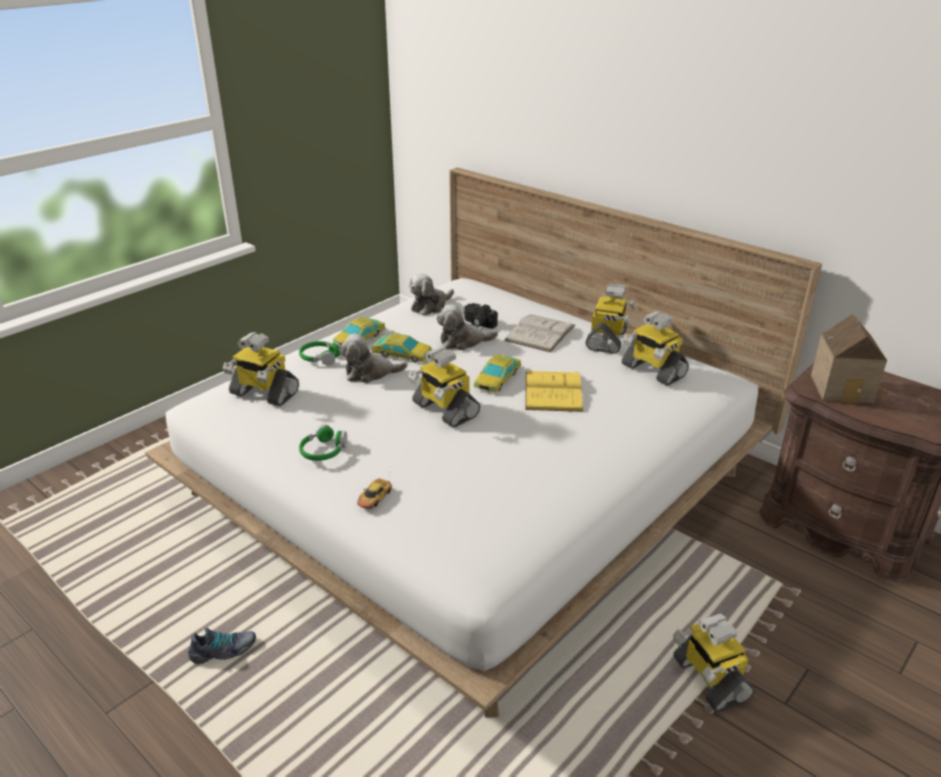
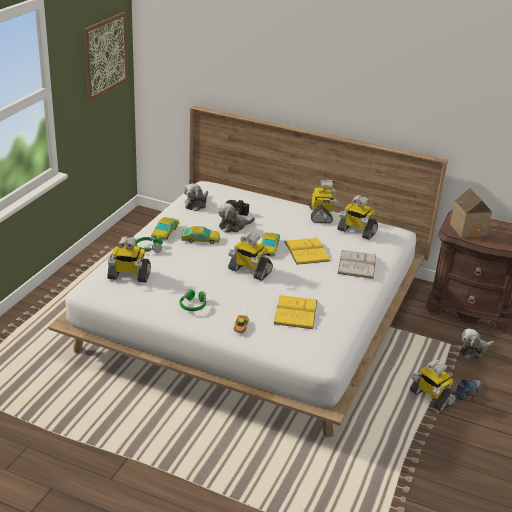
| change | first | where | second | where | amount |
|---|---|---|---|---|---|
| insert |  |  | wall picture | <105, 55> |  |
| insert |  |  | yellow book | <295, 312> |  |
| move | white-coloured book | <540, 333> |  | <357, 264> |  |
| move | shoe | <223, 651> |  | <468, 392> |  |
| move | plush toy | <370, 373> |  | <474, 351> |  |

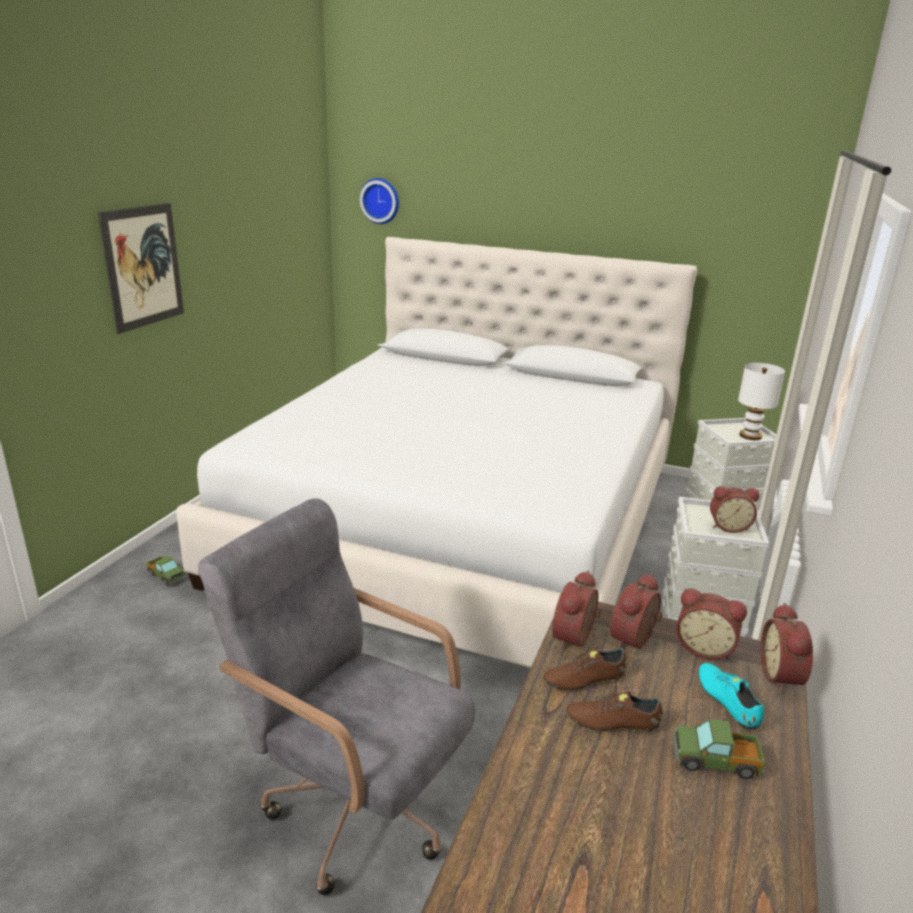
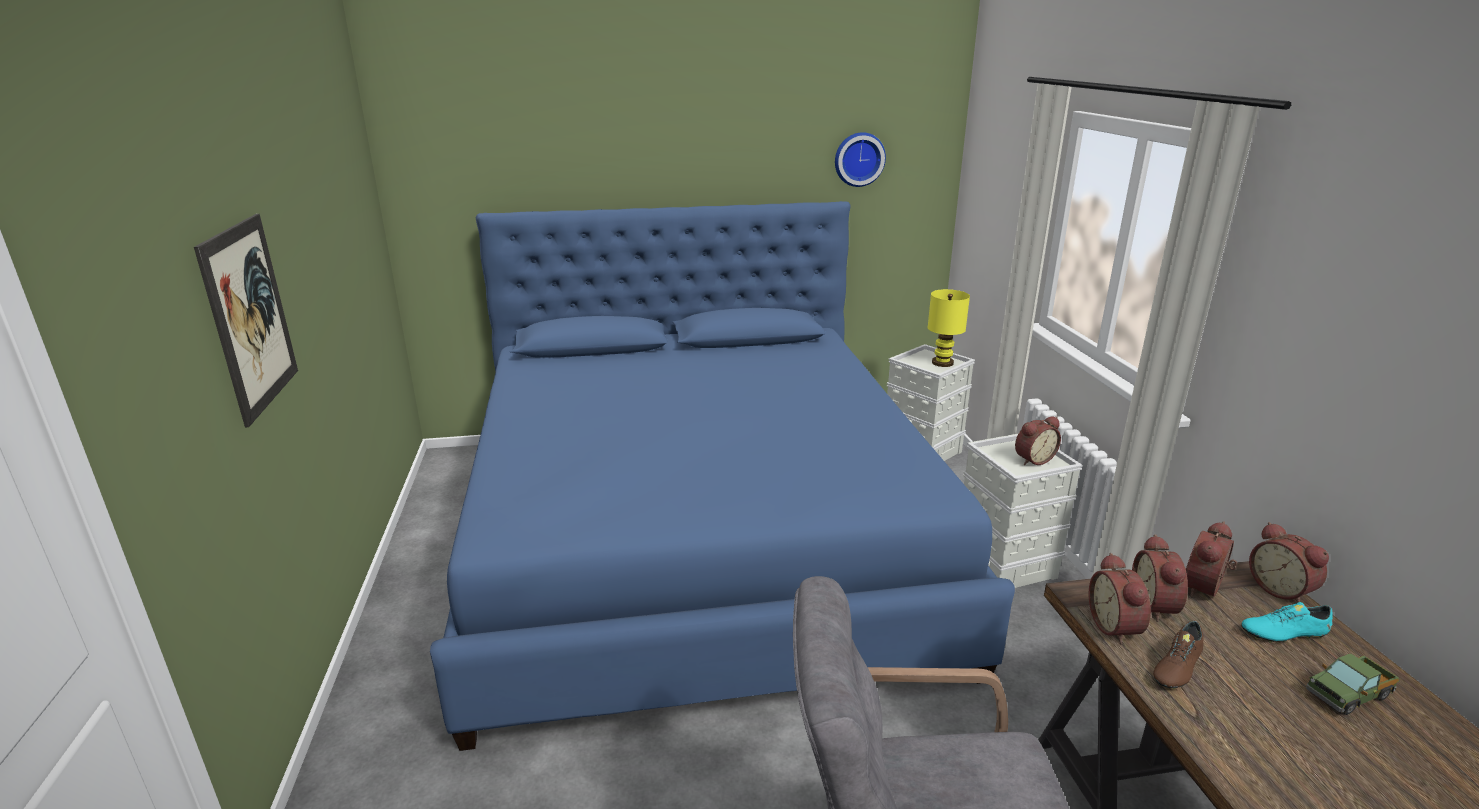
| change | first | where | second | where | amount |
|---|---|---|---|---|---|
| recolor | white-coloured sleeping bed | <461, 523> | blue sleeping bed | <699, 538> |  |
| move | wall clock | <381, 200> |  | <858, 159> |  |
| recolor | white-coloured table lamp | <750, 436> | yellow table lamp | <942, 363> |  |
| rotate | bedside clock | <704, 647> |  | <1205, 589> | 135 degrees clockwise |
| rotate | turquoise shoe | <727, 702> |  | <1283, 633> | 45 degrees counterclockwise |
| delete | toy lorry | <166, 576> |  |  |  |
| delete | brownish shoe | <612, 723> |  |  |  |

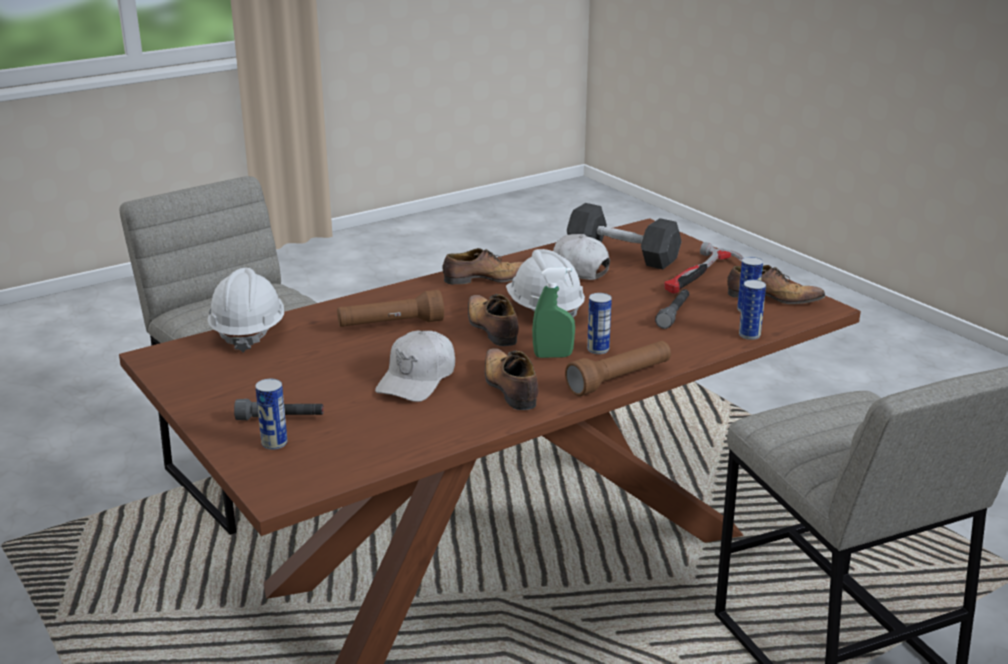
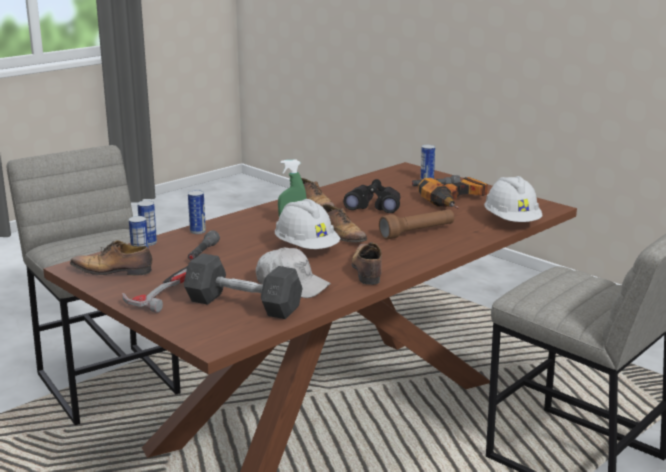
| change | first | where | second | where | amount |
|---|---|---|---|---|---|
| move | metal can | <598, 349> |  | <197, 231> |  |
| replace | white-coloured peaked cap | <417, 379> | black field glasses | <373, 206> |  |
| rotate | shoe | <486, 279> |  | <366, 270> | 105 degrees clockwise |
| insert |  |  | drill | <456, 202> |  |
| delete | brownish hand torch | <620, 379> |  |  |  |

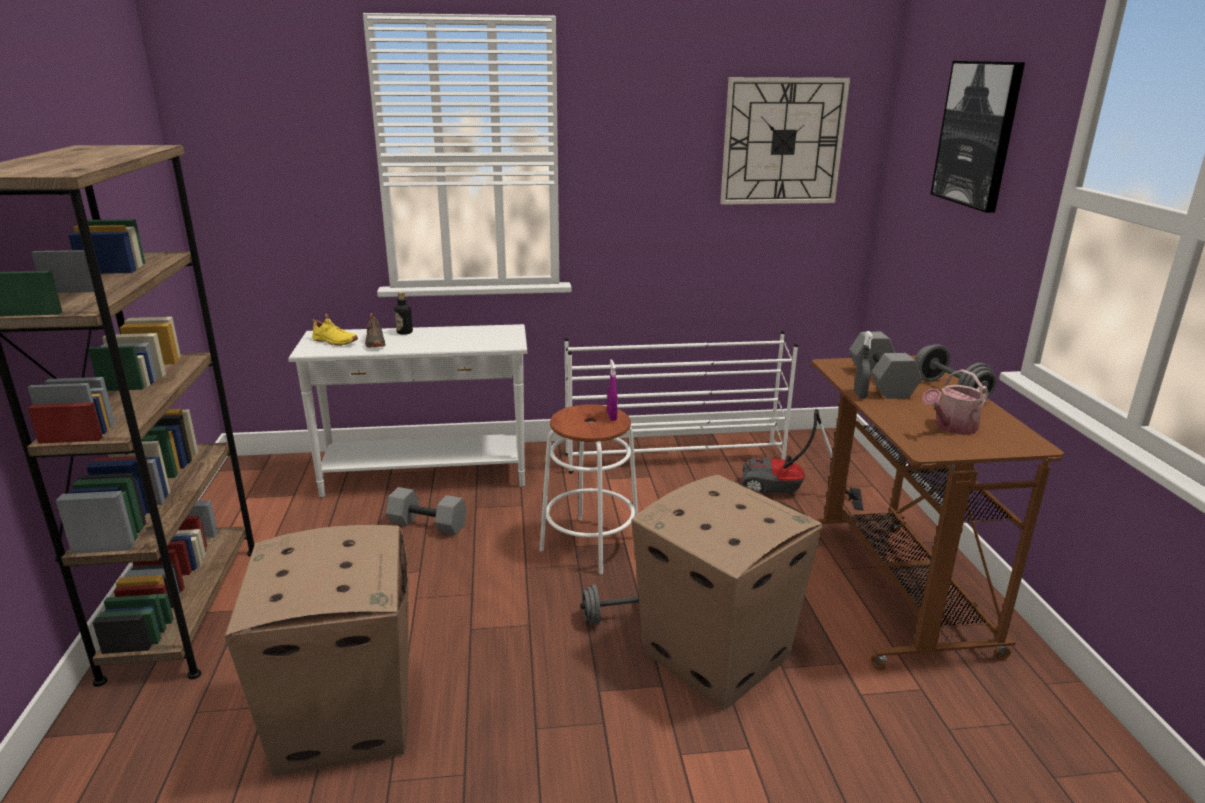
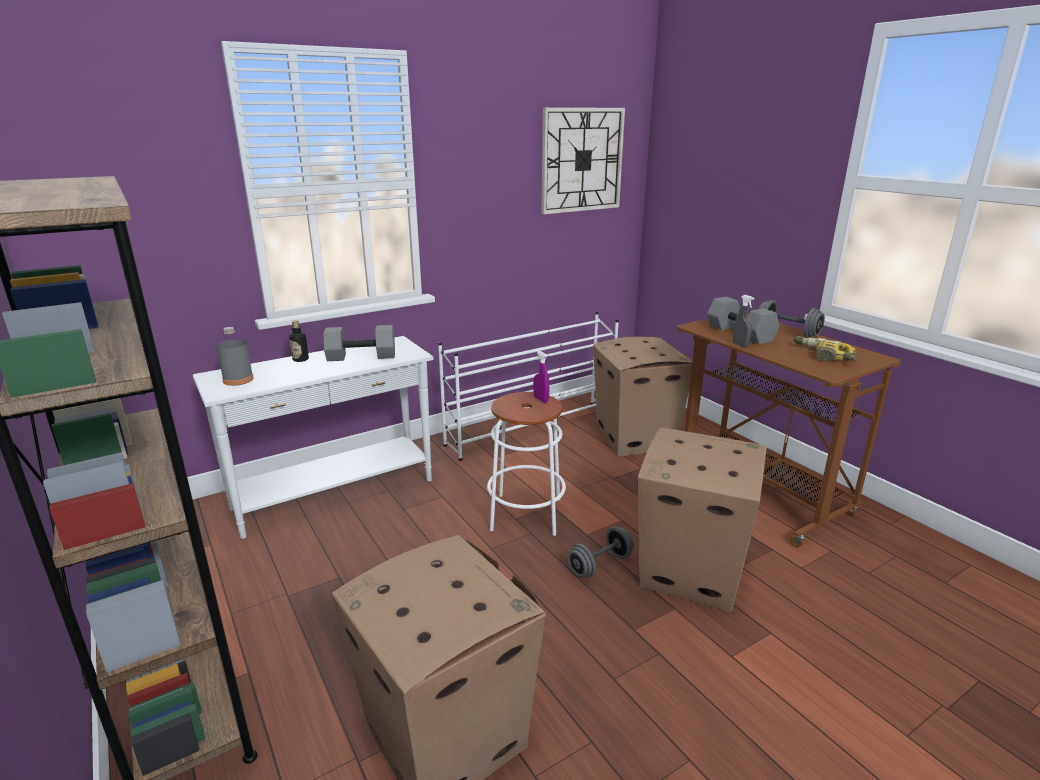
| change | first | where | second | where | amount |
|---|---|---|---|---|---|
| replace | yellow shoe | <334, 342> | gray drink bottle | <238, 380> |  |
| move | gray dumbbell | <429, 524> |  | <362, 356> |  |
| replace | hoover | <788, 494> | cardboard box | <635, 437> |  |
| replace | sprinkling can | <951, 427> | drill | <822, 356> |  |
| delete | black shoe | <374, 343> |  |  |  |
| delete | wall picture | <977, 134> |  |  |  |

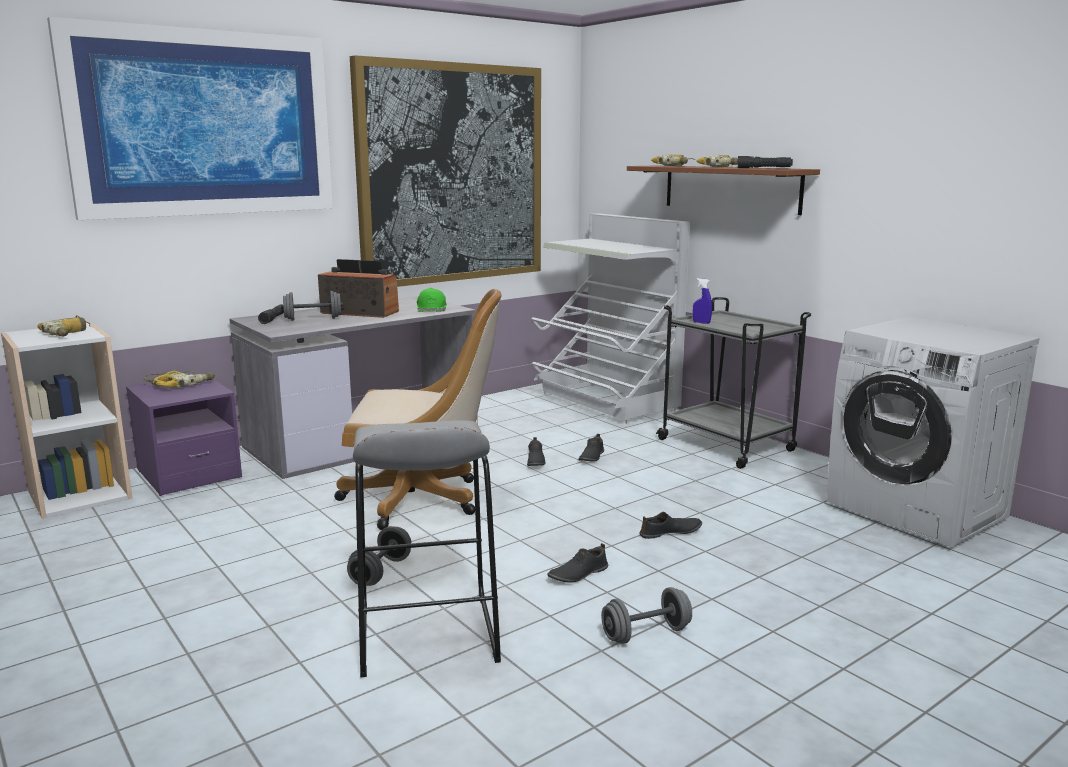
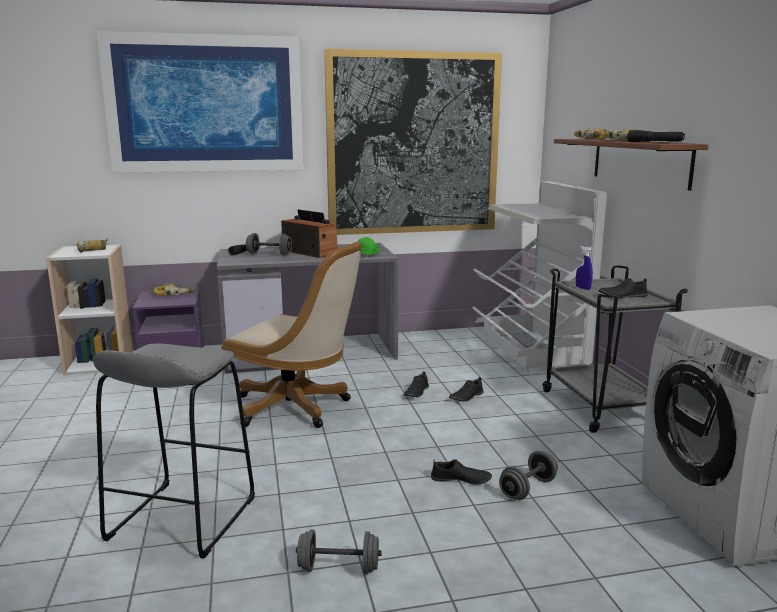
| change | first | where | second | where | amount |
|---|---|---|---|---|---|
| move | gray dumbbell | <381, 572> |  | <528, 489> |  |
| move | black shoe | <578, 574> |  | <622, 296> |  |

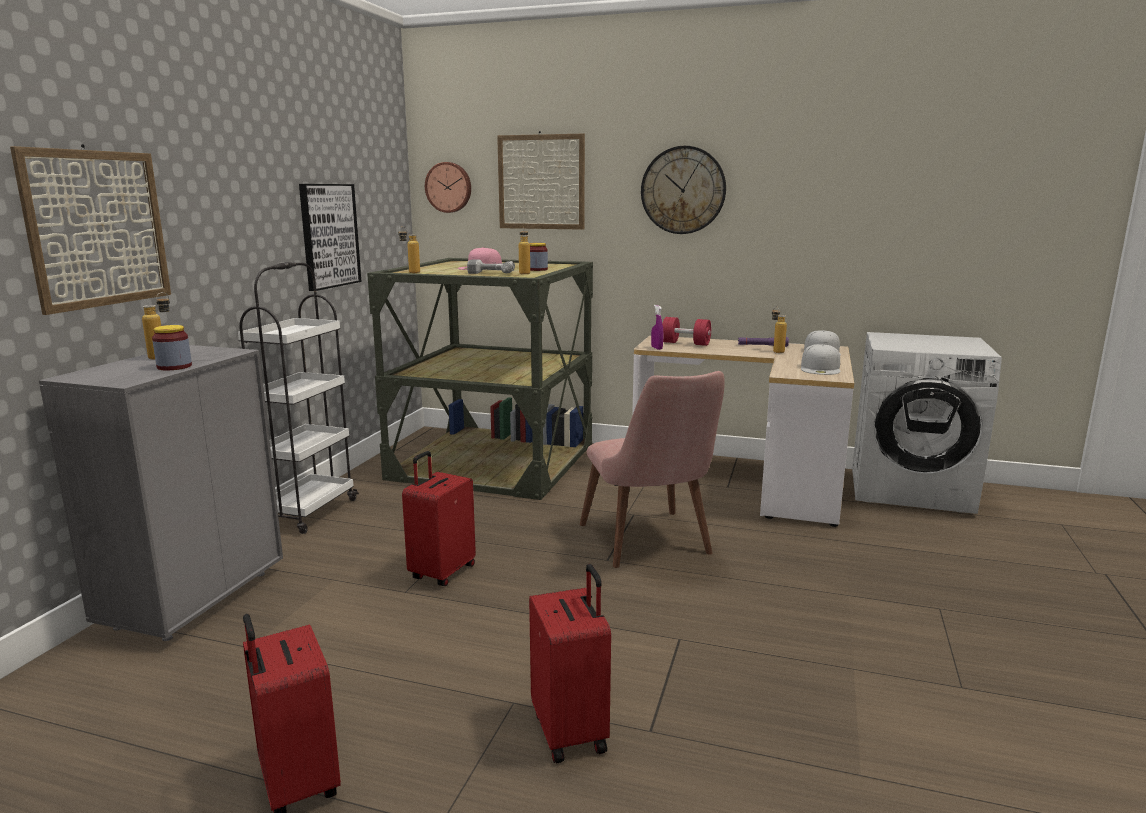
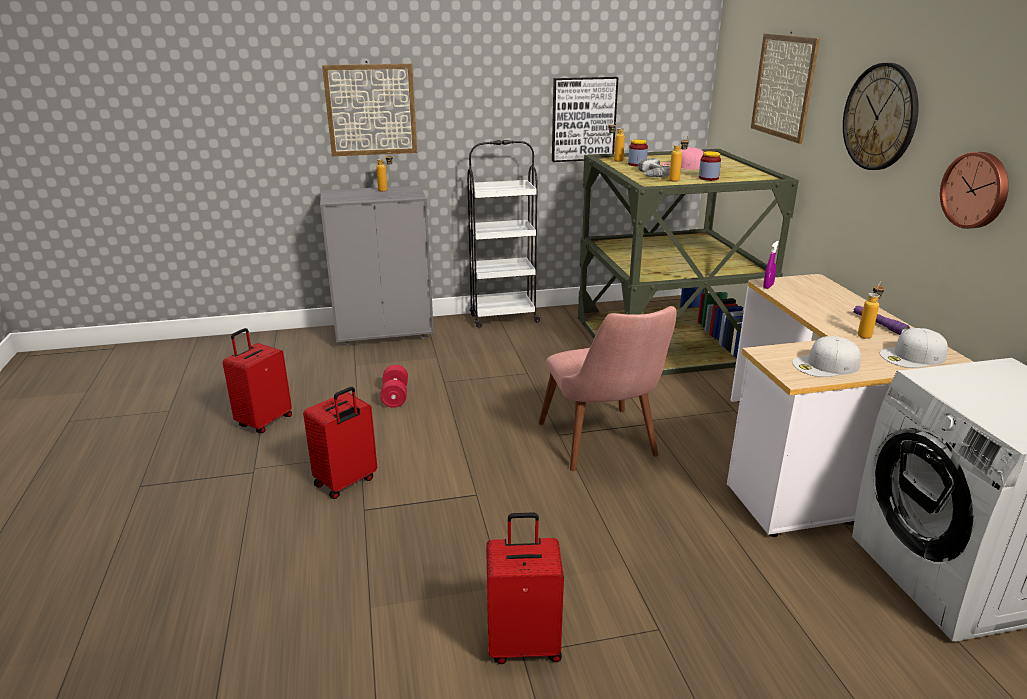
| change | first | where | second | where | amount |
|---|---|---|---|---|---|
| move | red dumbbell | <685, 343> |  | <395, 396> |  |
| move | red piece of luggage | <441, 572> |  | <524, 643> |  |
| rotate | pink chair | <652, 545> |  | <604, 447> | 60 degrees counterclockwise |
| move | storage jar | <174, 367> |  | <637, 164> |  |
| move | wall clock | <449, 187> |  | <976, 190> |  |

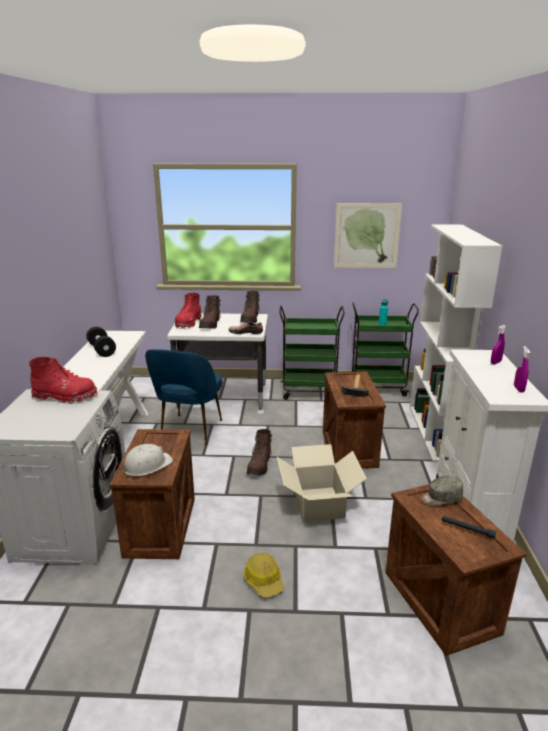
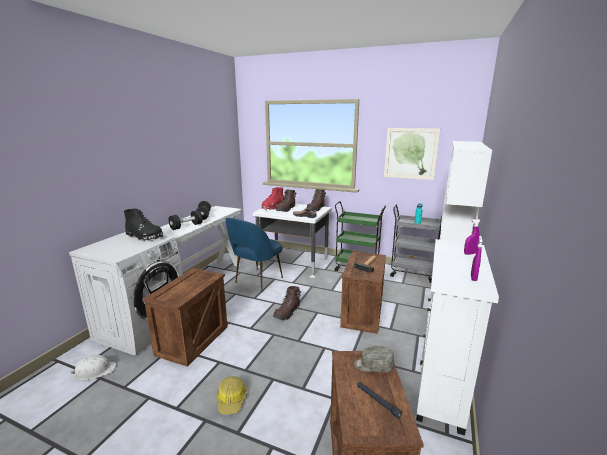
| change | first | where | second | where | amount |
|---|---|---|---|---|---|
| move | white-coloured work helmet | <147, 465> |  | <95, 371> |  |
| recolor | red boot | <65, 397> | black boot | <144, 237> |  |
| insert |  |  | black dumbbell | <186, 226> |  |
| recolor | green-coloured wheeled cart | <378, 388> | gray wheeled cart | <412, 274> |  |
| delete | cardboard box | <318, 504> |  |  |  |

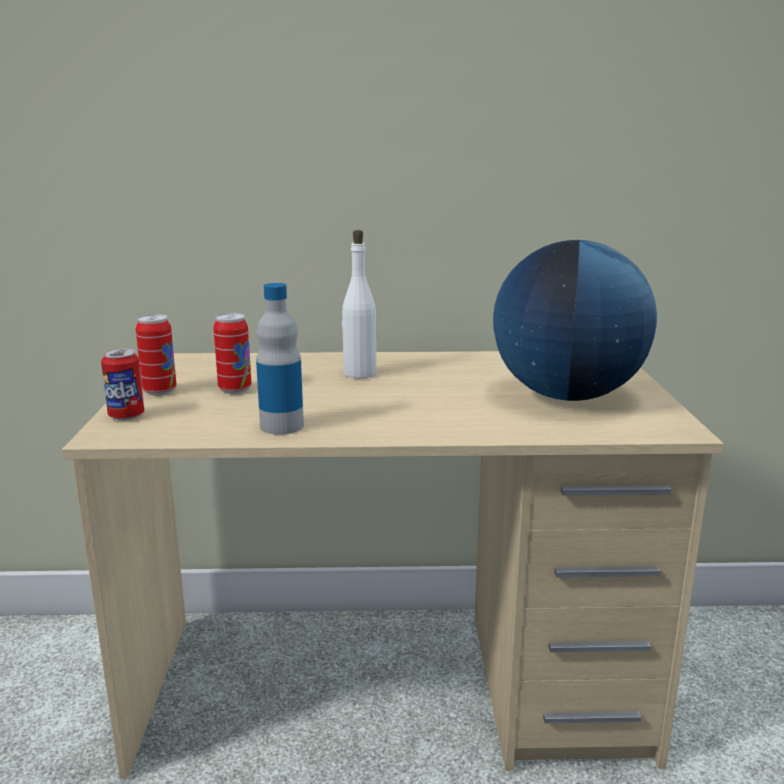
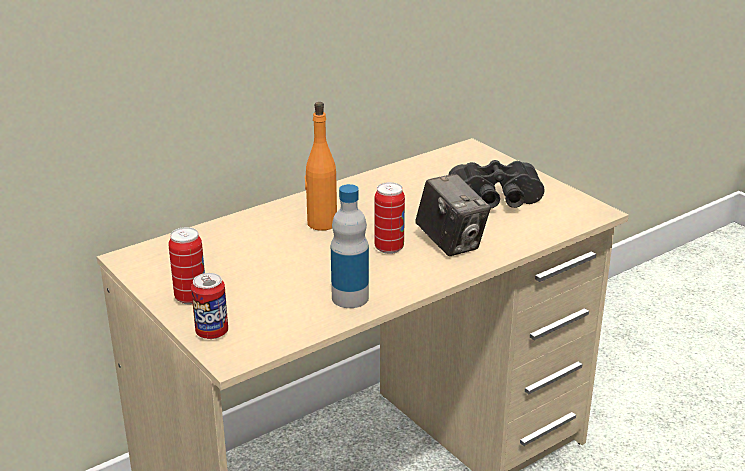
| change | first | where | second | where | amount |
|---|---|---|---|---|---|
| recolor | white-coloured drink bottle | <359, 373> | orangey drink bottle | <321, 223> |  |
| move | metal can | <235, 389> |  | <389, 248> |  |
| insert |  |  | photo camera | <450, 243> |  |
| replace | world globe | <567, 396> | black field glasses | <496, 200> |  |

